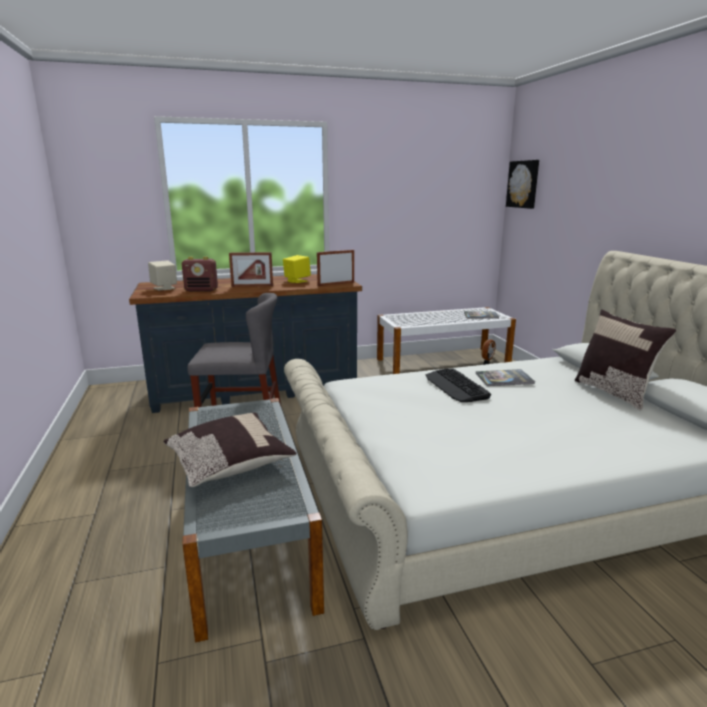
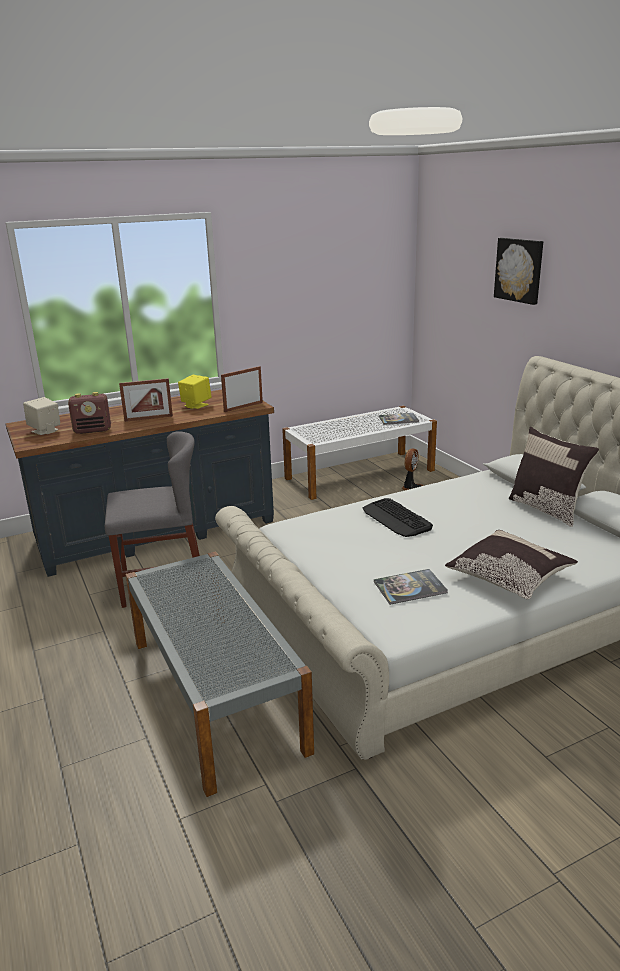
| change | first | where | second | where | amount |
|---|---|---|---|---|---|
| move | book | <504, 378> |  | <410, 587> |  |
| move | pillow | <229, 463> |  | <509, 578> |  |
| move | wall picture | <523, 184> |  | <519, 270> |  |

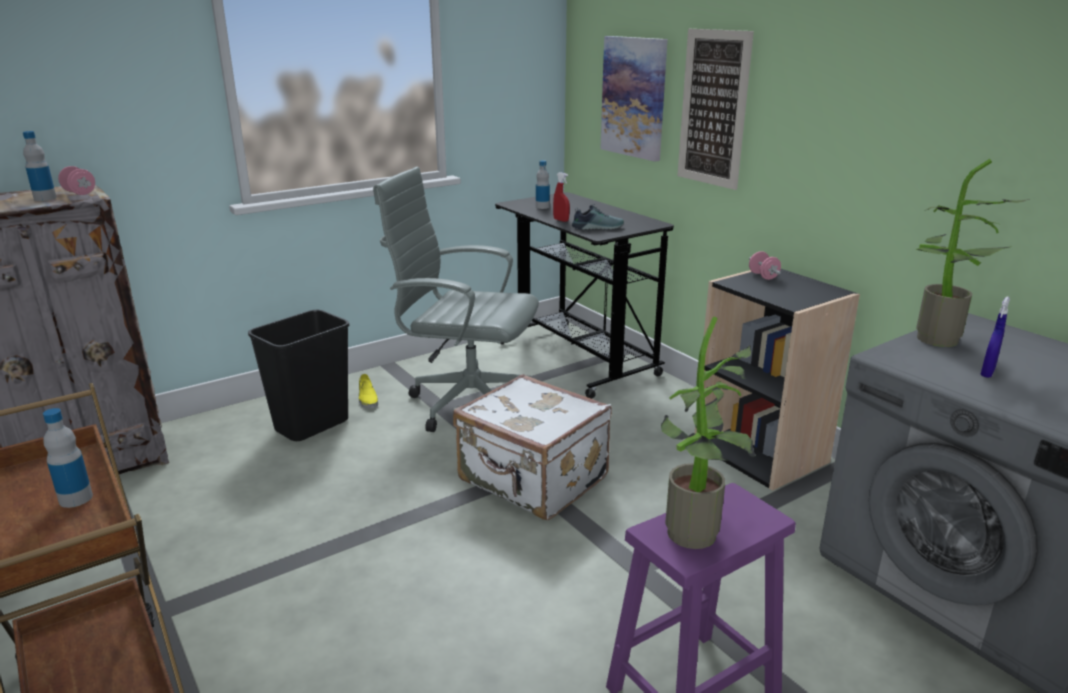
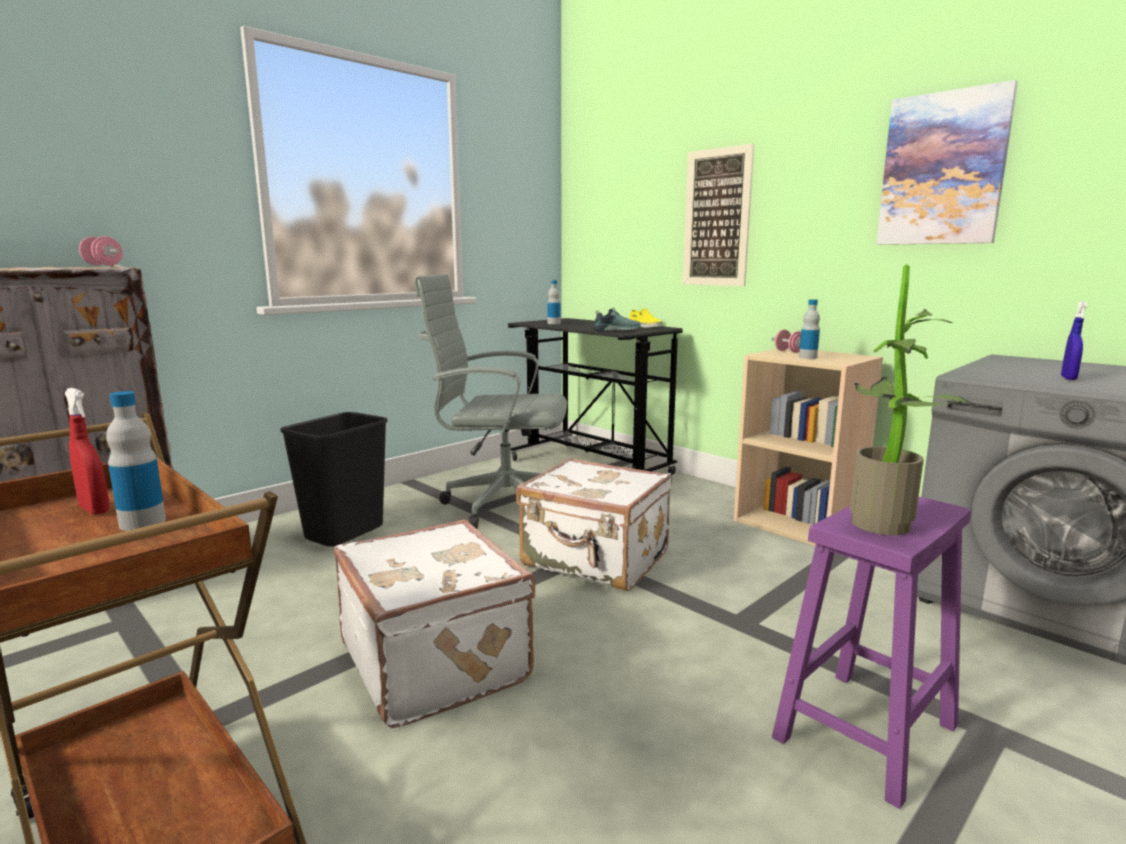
| change | first | where | second | where | amount |
|---|---|---|---|---|---|
| move | red hand sprayer | <561, 220> |  | <94, 510> |  |
| insert |  |  | white-coloured piece of luggage | <437, 661> |  |
| move | yellow shoe | <367, 398> |  | <644, 326> |  |
| recolor | black bookcase | <762, 453> | beige-coloured bookcase | <800, 523> |  |
| move | drink bottle | <45, 198> |  | <808, 357> |  |
| move | wall picture | <634, 97> |  | <943, 169> |  |
| delete | potted plant | <936, 341> |  |  |  |

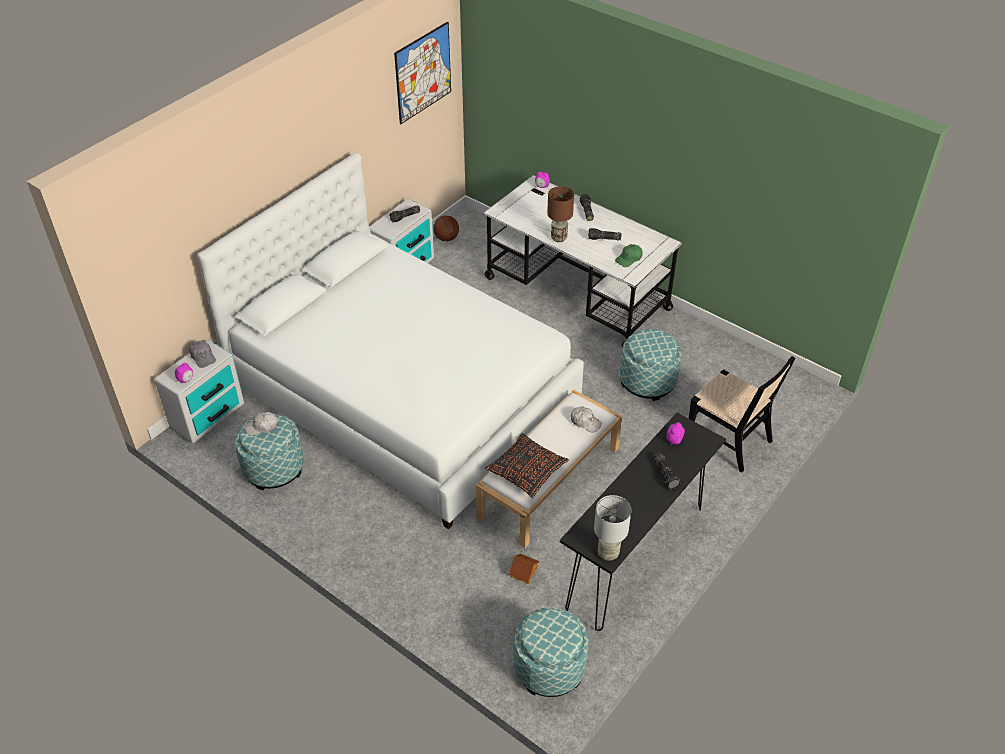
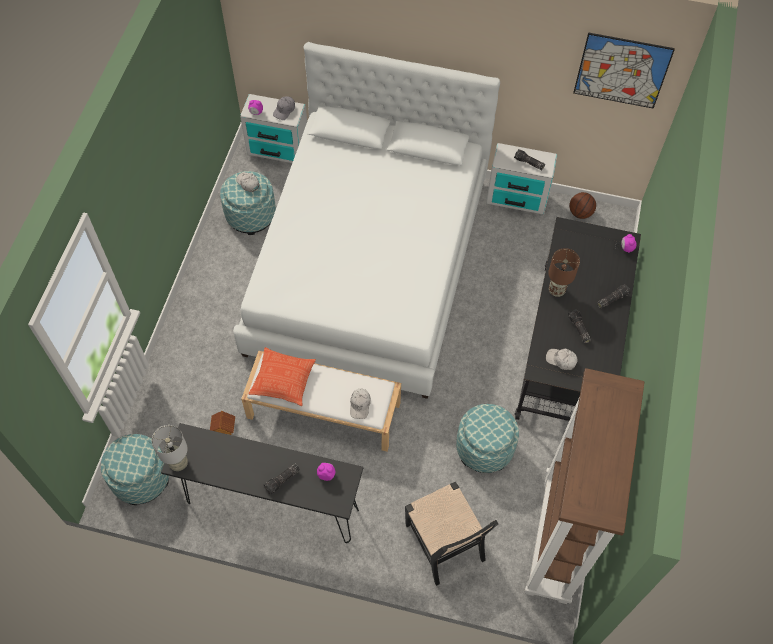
| change | first | where | second | where | amount |
|---|---|---|---|---|---|
| recolor | black pillow | <527, 471> | orangey pillow | <283, 381> |  |
| rotate | chair | <728, 440> |  | <444, 543> | 45 degrees counterclockwise |
| recolor | white-coloured desk | <576, 293> | black desk | <569, 347> |  |
| insert |  |  | brownish bookcase | <556, 540> |  |
| recolor | green-coloured peaked cap | <629, 259> | white-coloured peaked cap | <561, 360> |  |

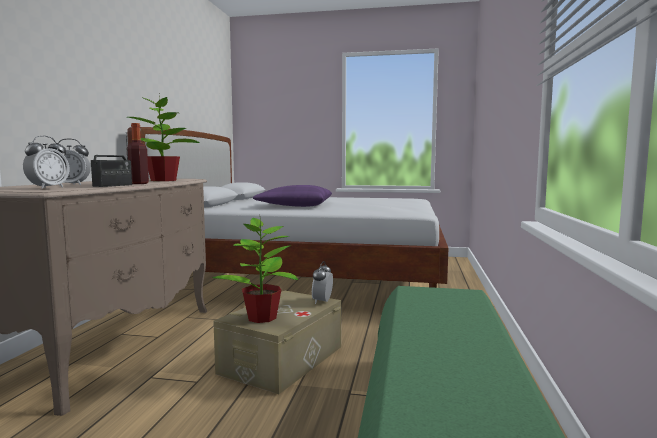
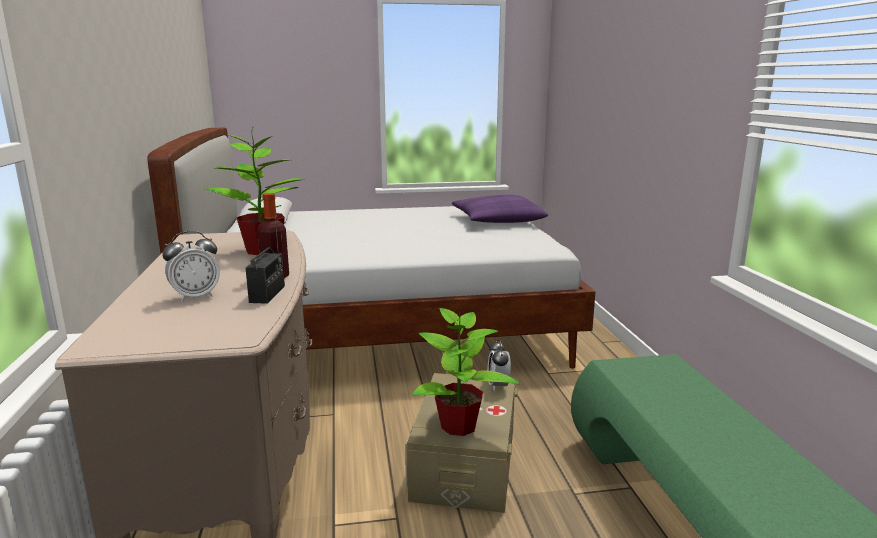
| change | first | where | second | where | amount |
|---|---|---|---|---|---|
| move | purple-coloured pillow | <295, 206> |  | <497, 220> |  |
| delete | bedside clock | <48, 188> |  |  |  |

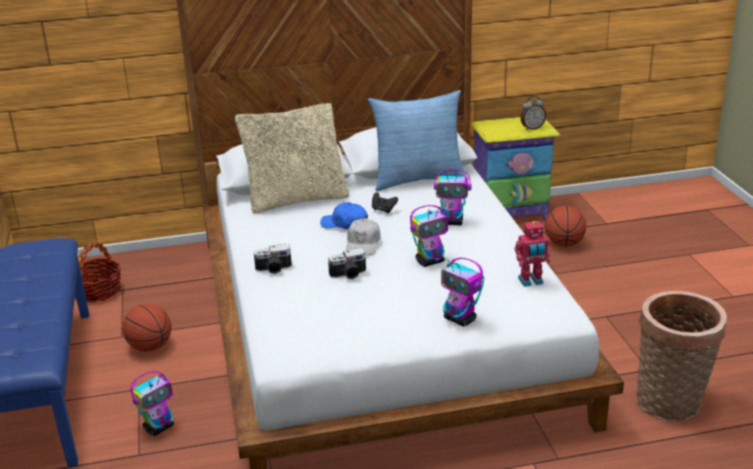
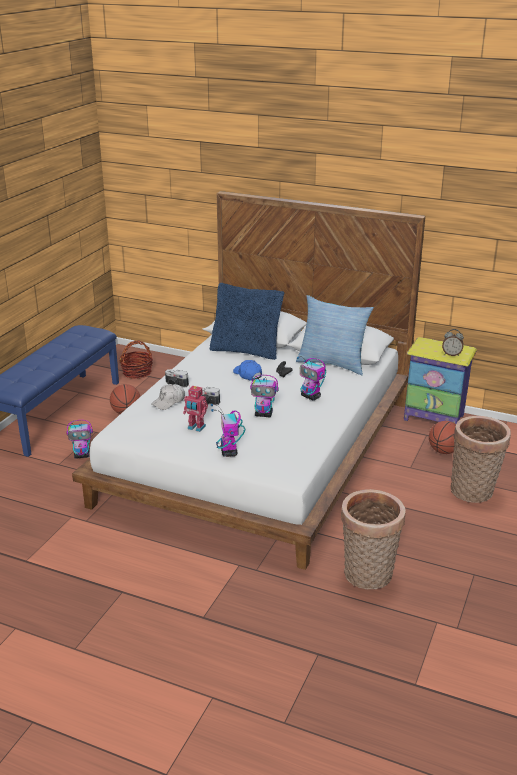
| change | first | where | second | where | amount |
|---|---|---|---|---|---|
| move | white-coloured peaked cap | <363, 244> |  | <169, 401> |  |
| move | toy robot | <531, 281> |  | <196, 428> |  |
| recolor | beige-coloured pillow | <296, 197> | blue pillow | <246, 349> |  |
| insert |  |  | household basket | <474, 492> |  |

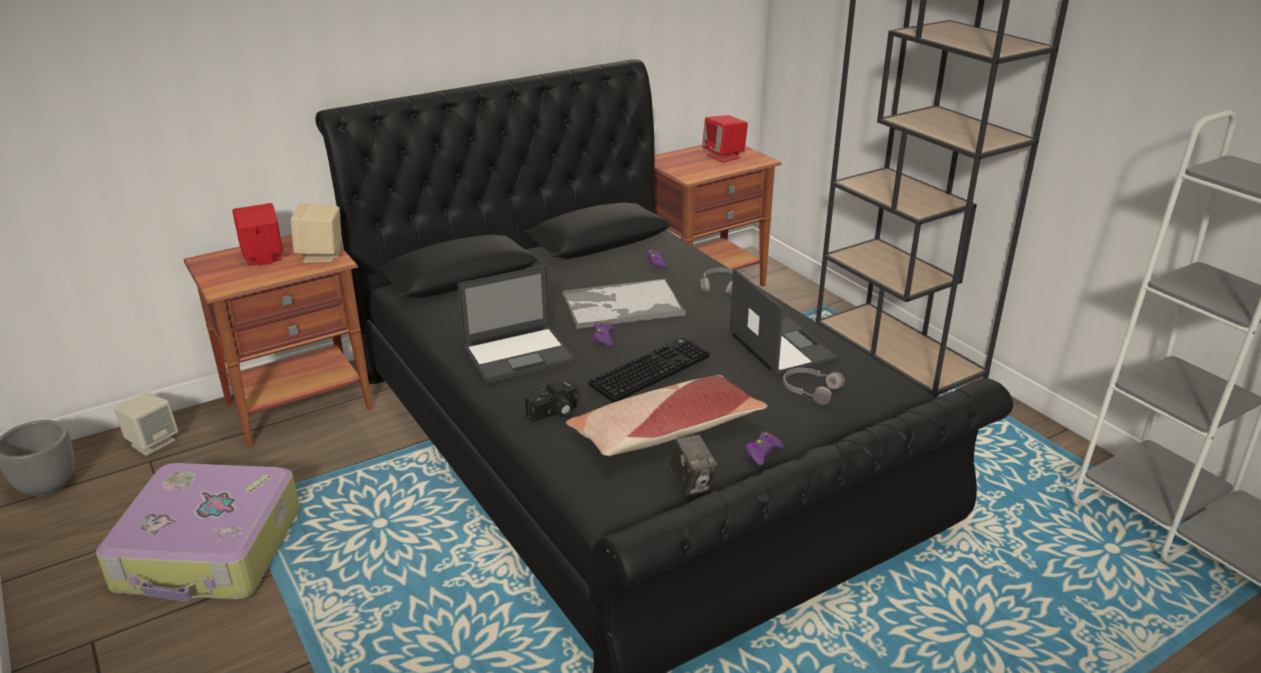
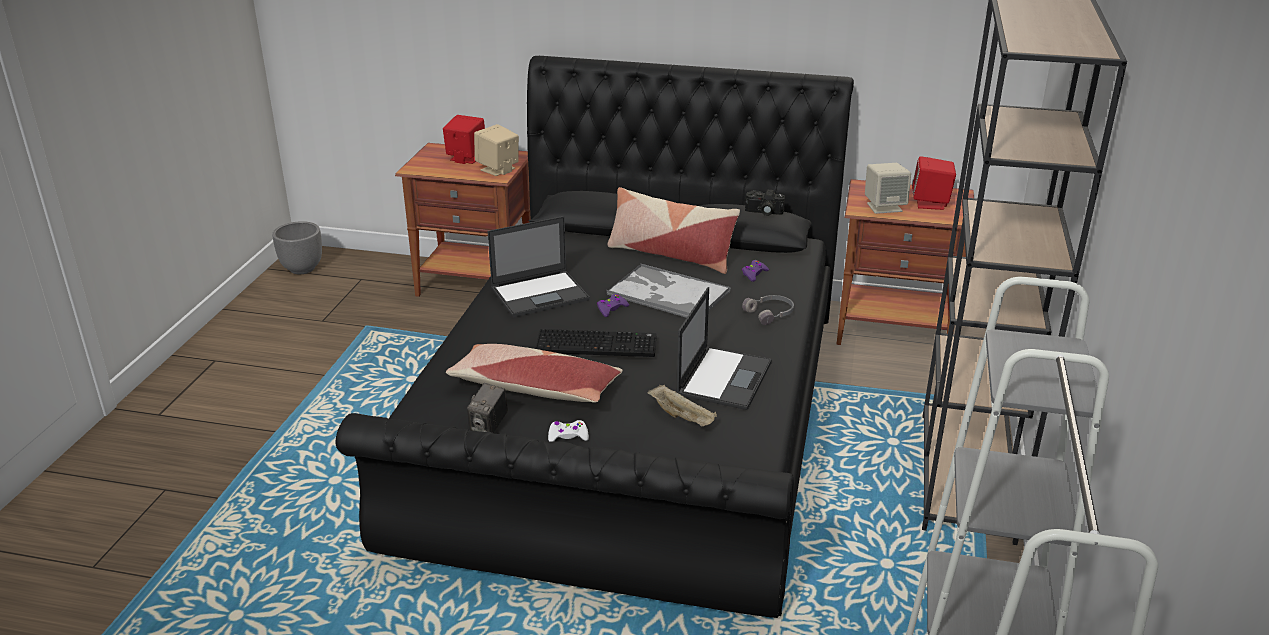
| change | first | where | second | where | amount |
|---|---|---|---|---|---|
| rotate | laptop | <520, 354> |  | <541, 294> | 45 degrees counterclockwise |
| recolor | purple-coloured gamepad | <762, 452> | white-coloured gamepad | <568, 436> |  |
| insert |  |  | pillow | <670, 254> |  |
| replace | gray pair of headphones | <810, 390> | beige-coloured serving tray | <682, 417> |  |
| move | photo camera | <554, 414> |  | <763, 212> |  |
| move | beige-coloured loudspeaker | <152, 442> |  | <884, 207> |  |
| delete | piece of luggage | <210, 551> |  |  |  |

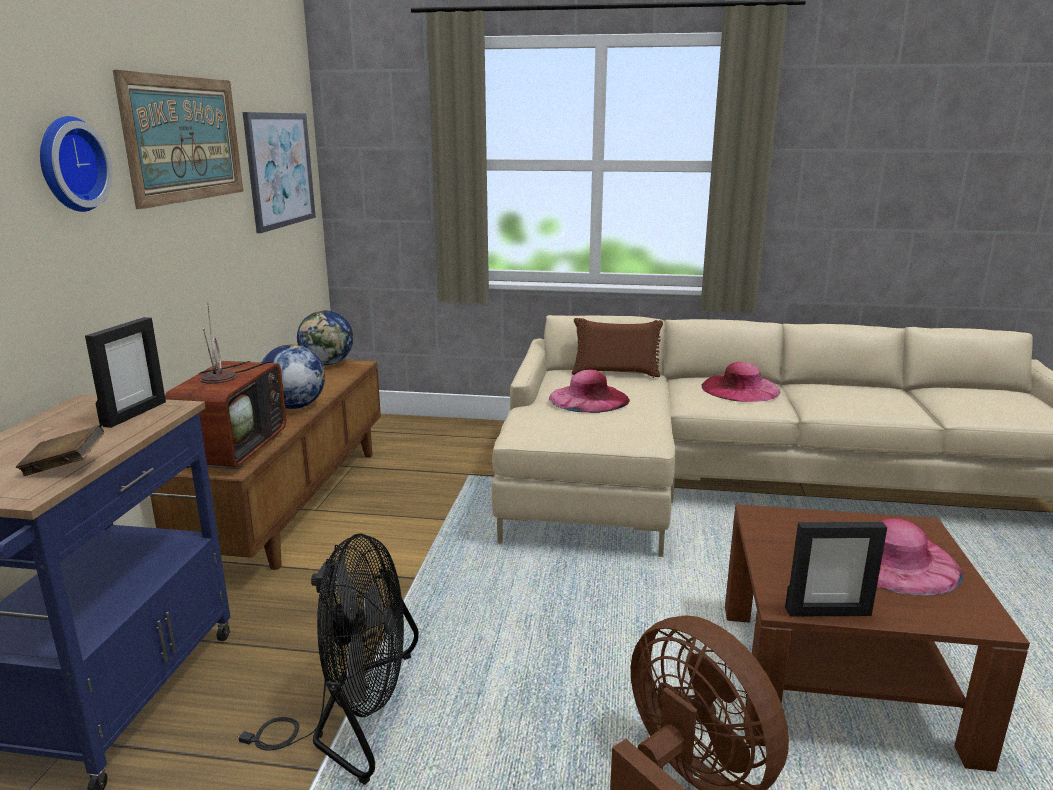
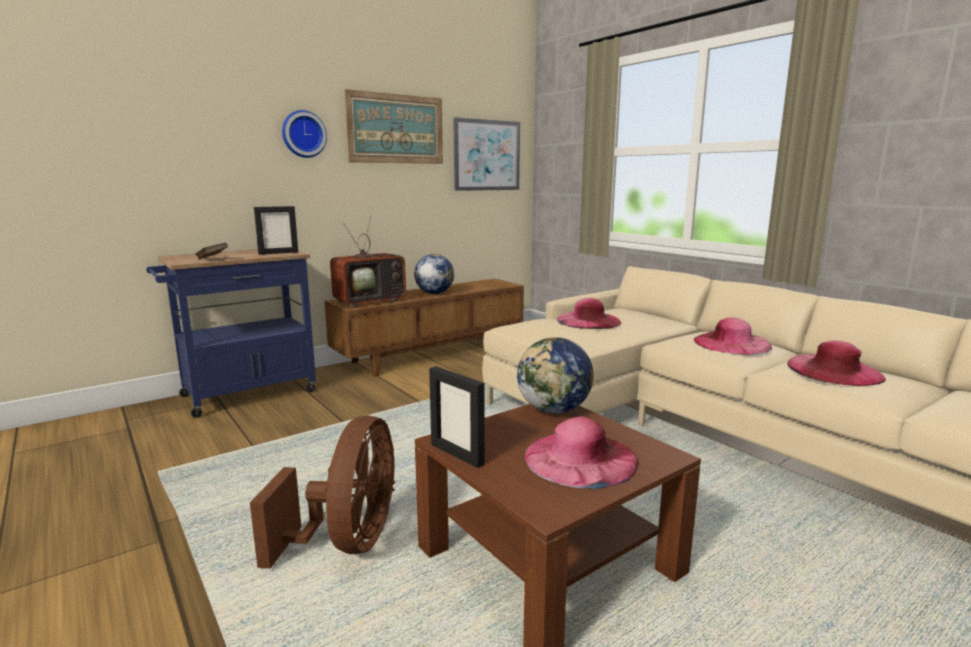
| change | first | where | second | where | amount |
|---|---|---|---|---|---|
| move | world globe | <328, 364> |  | <554, 410> |  |
| insert |  |  | pink clothing hat | <834, 370> |  |
| delete | black fan | <352, 716> |  |  |  |
| delete | brownish pillow | <615, 373> |  |  |  |

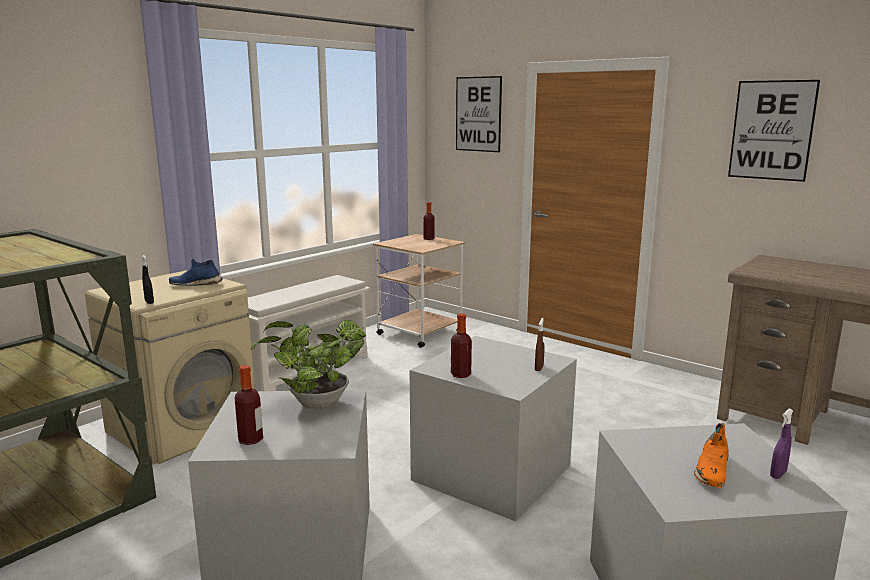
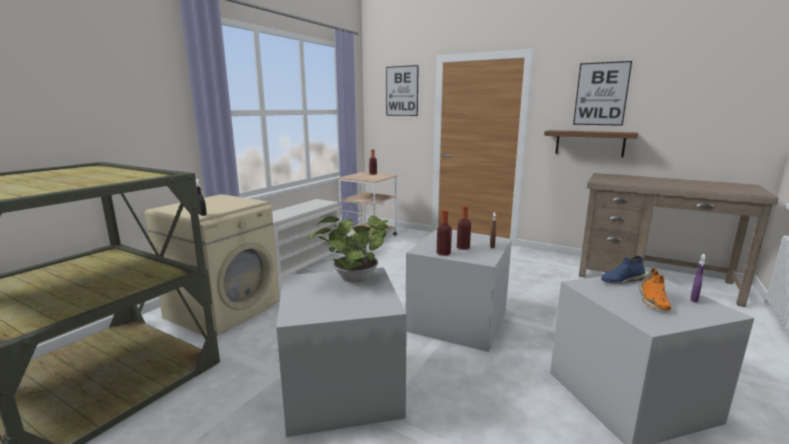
| change | first | where | second | where | amount |
|---|---|---|---|---|---|
| move | drink bottle | <250, 439> |  | <463, 248> |  |
| insert |  |  | brownish bracket shelf | <589, 143> |  |
| move | blue shoe | <196, 284> |  | <622, 280> |  |

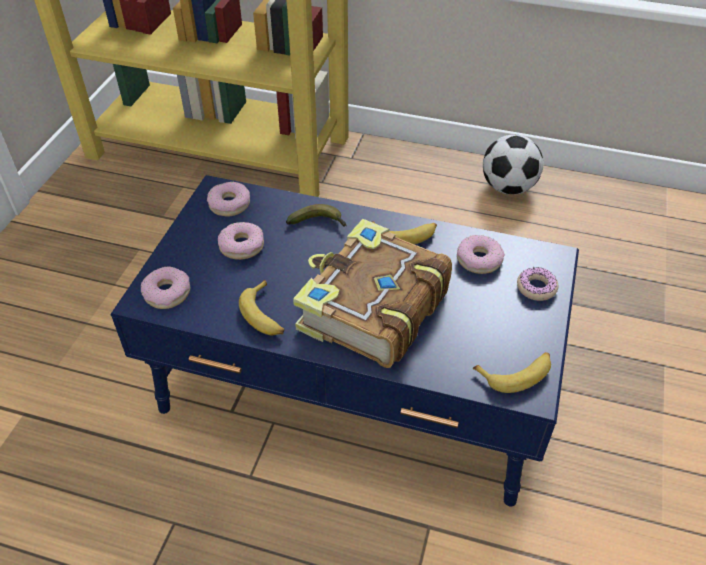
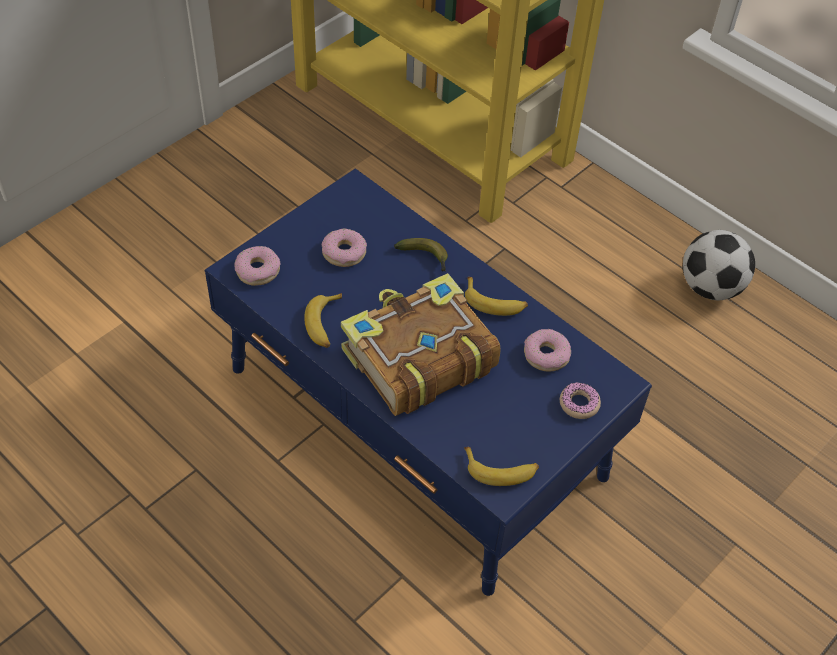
| change | first | where | second | where | amount |
|---|---|---|---|---|---|
| delete | ring doughnut | <229, 204> |  |  |  |

